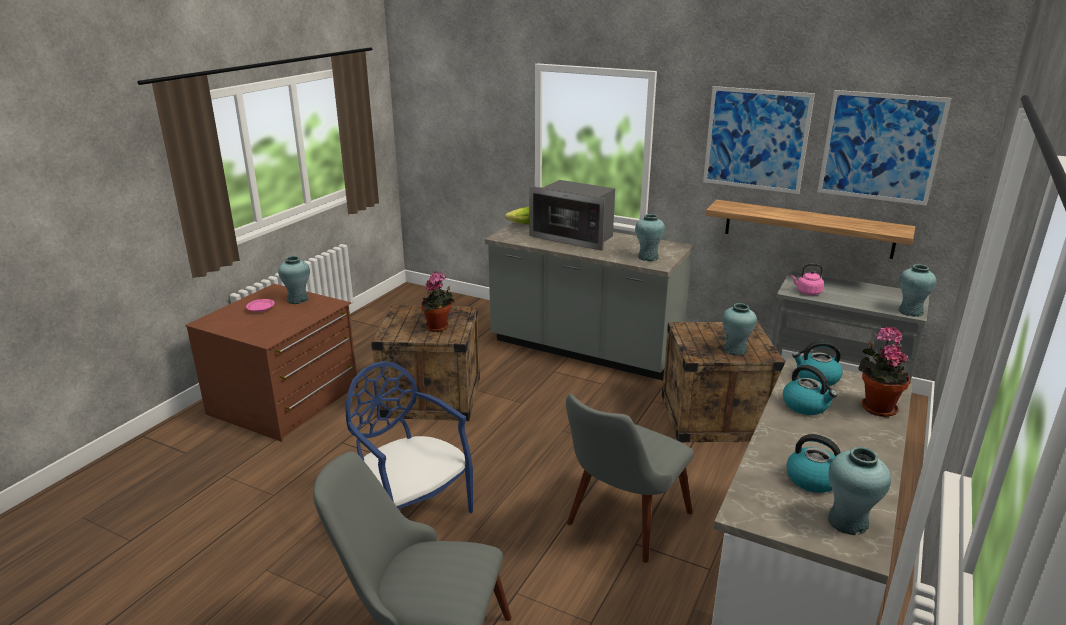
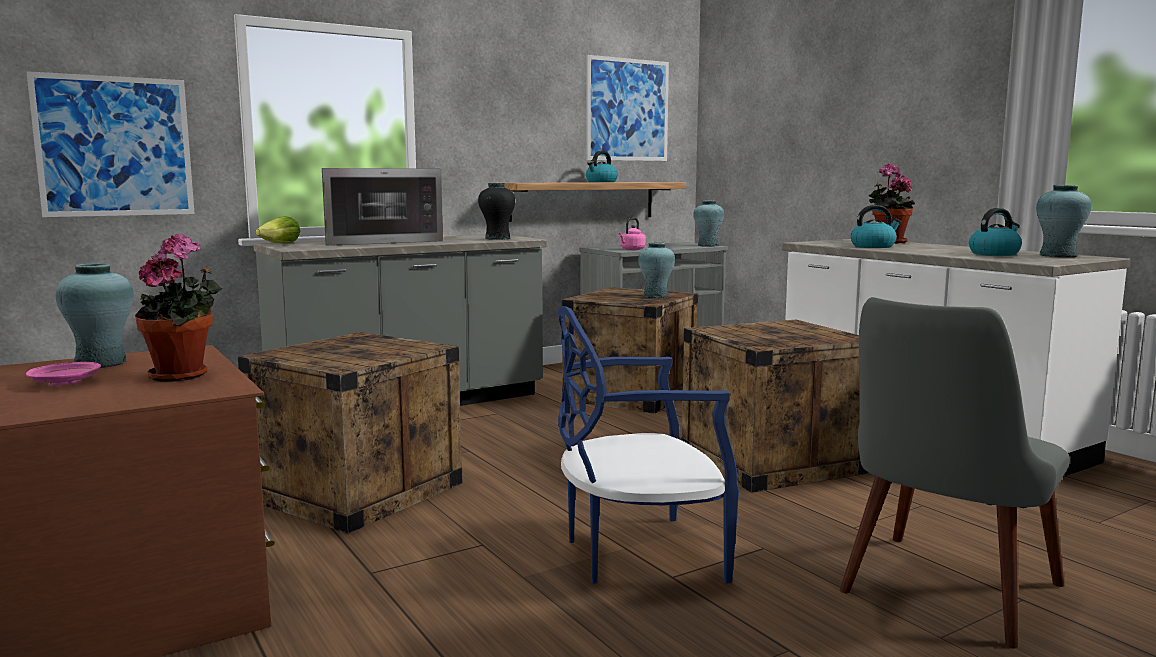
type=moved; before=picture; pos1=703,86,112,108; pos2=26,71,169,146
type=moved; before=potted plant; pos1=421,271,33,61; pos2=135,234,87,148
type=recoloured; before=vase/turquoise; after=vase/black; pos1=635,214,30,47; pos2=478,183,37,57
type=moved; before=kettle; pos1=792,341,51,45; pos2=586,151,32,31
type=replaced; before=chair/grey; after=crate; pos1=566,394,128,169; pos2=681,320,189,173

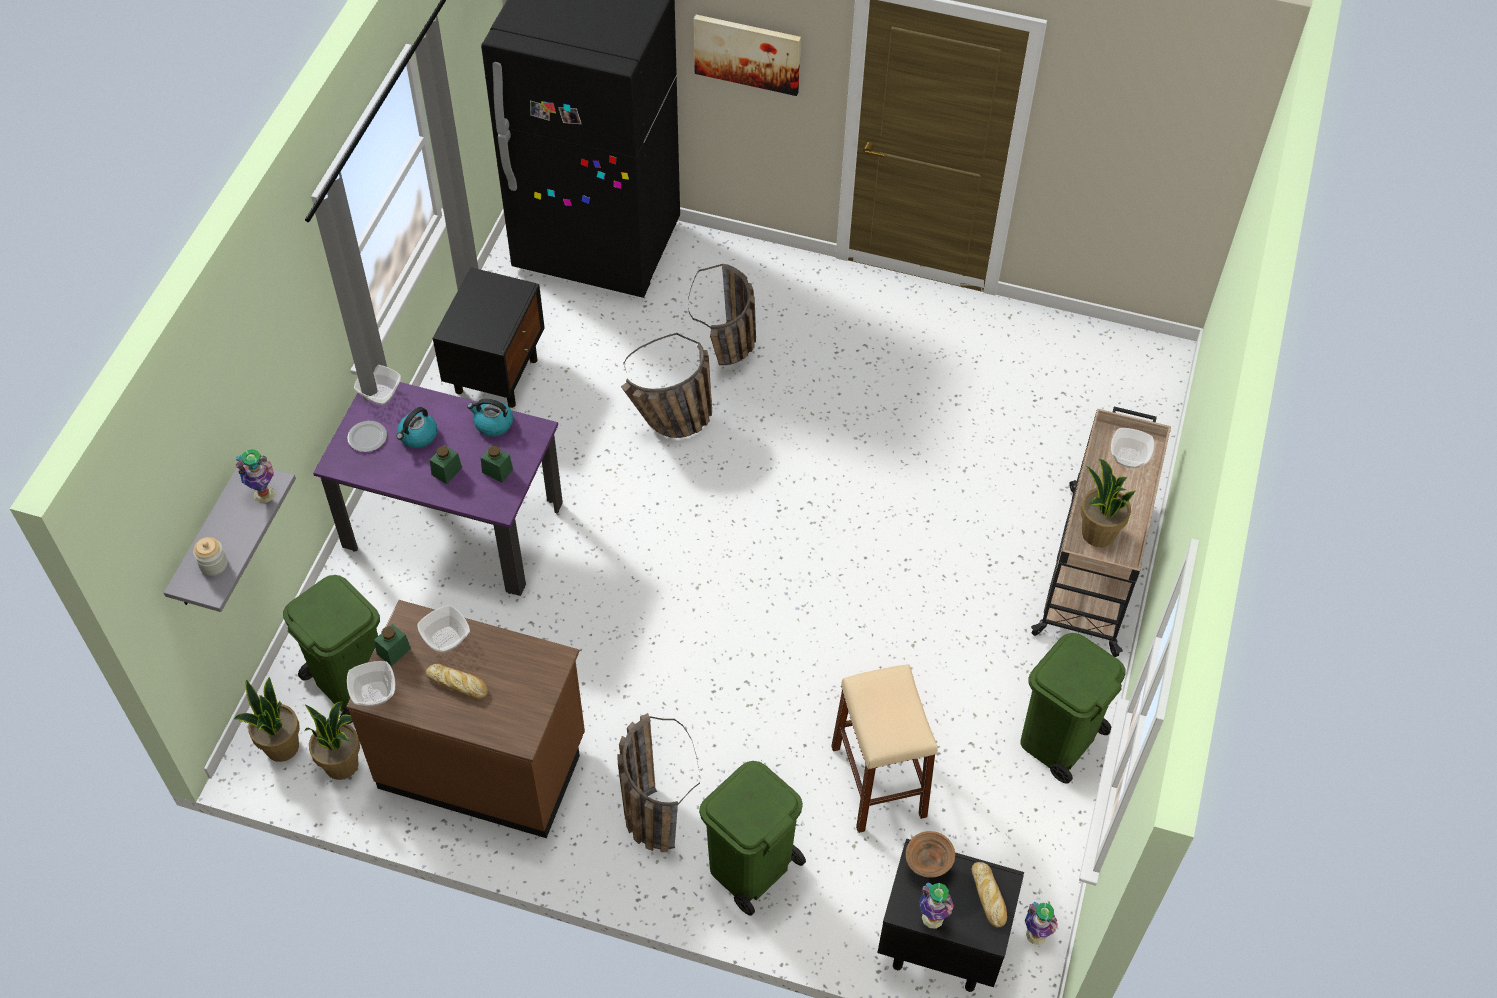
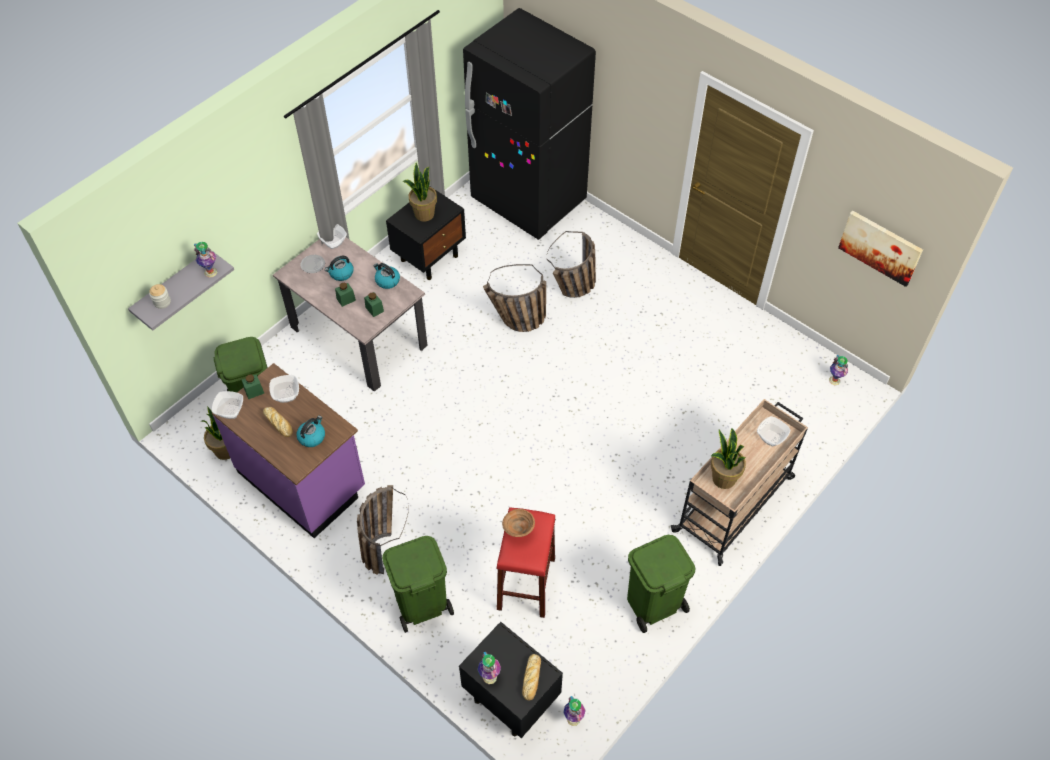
type=recoloured; before=counter/brown; after=counter/purple; pos1=346,600,239,238; pos2=212,363,153,175
type=recoloured; before=dining table/purple; after=dining table/beige; pos1=313,382,250,214; pos2=273,237,155,155
type=added; after=kettle; pos2=296,416,29,31
type=moved; before=potted plant; pos1=234,677,66,85; pos2=403,163,34,59
type=recoloured; before=stool/beige; after=stool/red; pos1=831,664,107,169; pos2=496,507,60,111
type=moved; before=bowl/brown; pos1=906,831,49,47; pos2=502,509,33,28
type=added; after=vase; pos2=829,355,19,30
type=moved; before=picture; pos1=694,15,107,81; pos2=838,210,85,77

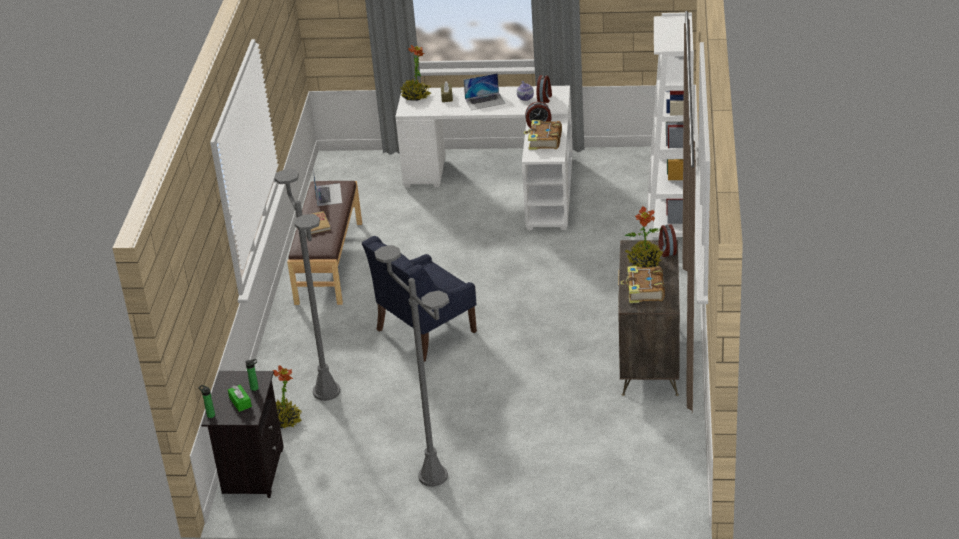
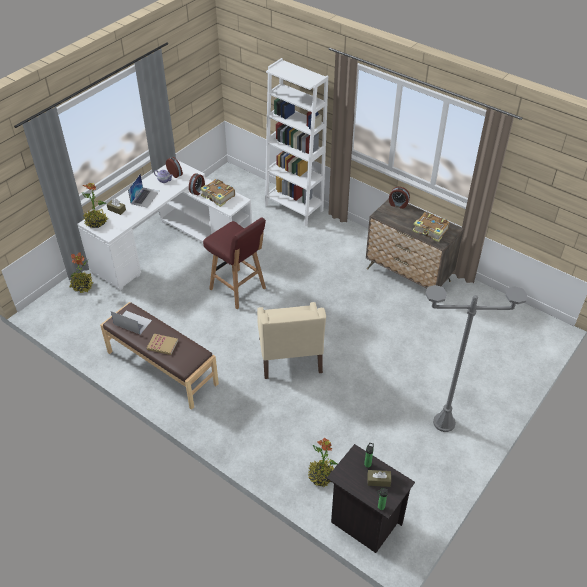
type=moved; before=potted plant; pos1=625,206,38,62; pos2=69,253,24,40
type=added; after=stool/red; pos2=203,218,63,91
type=recoloured; before=armchair/blue; after=armchair/beige; pos1=362,236,115,126; pos2=257,302,69,77
type=recoloured; before=tissue box/green; after=tissue box/brown; pos1=228,385,24,27; pos2=368,470,23,17
type=removed; before=floor lamp/grey; pos1=275,169,65,232

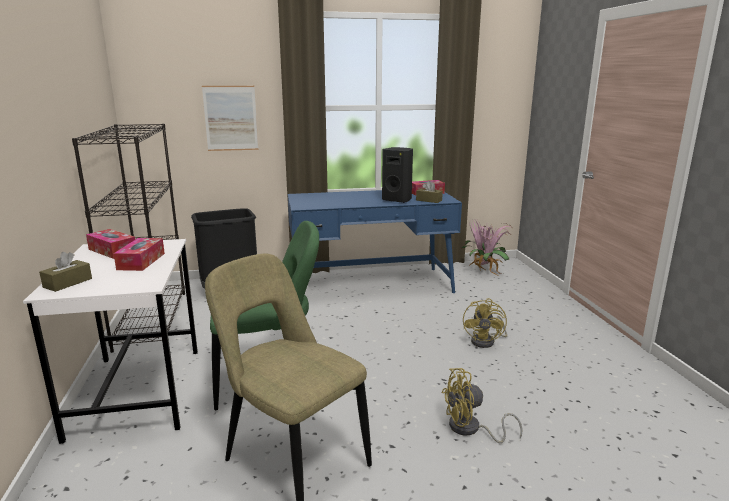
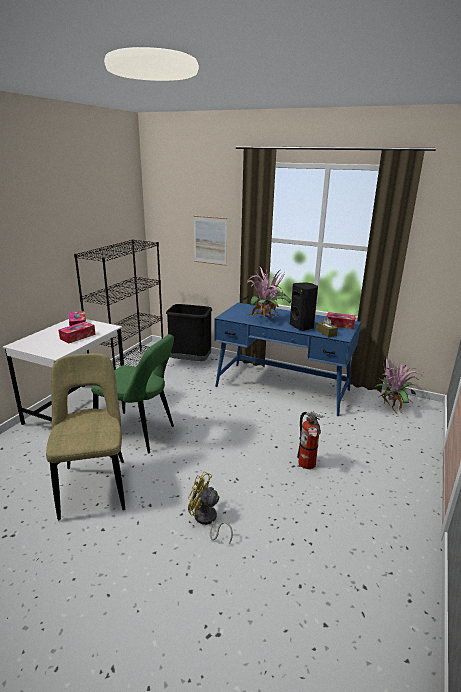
type=added; after=potted plant; pos2=243,267,48,52
type=replaced; before=fan/yellow; after=fire extinguisher; pos1=463,298,44,50; pos2=297,411,28,58
type=removed; before=tissue box/brown; pos1=39,252,53,40

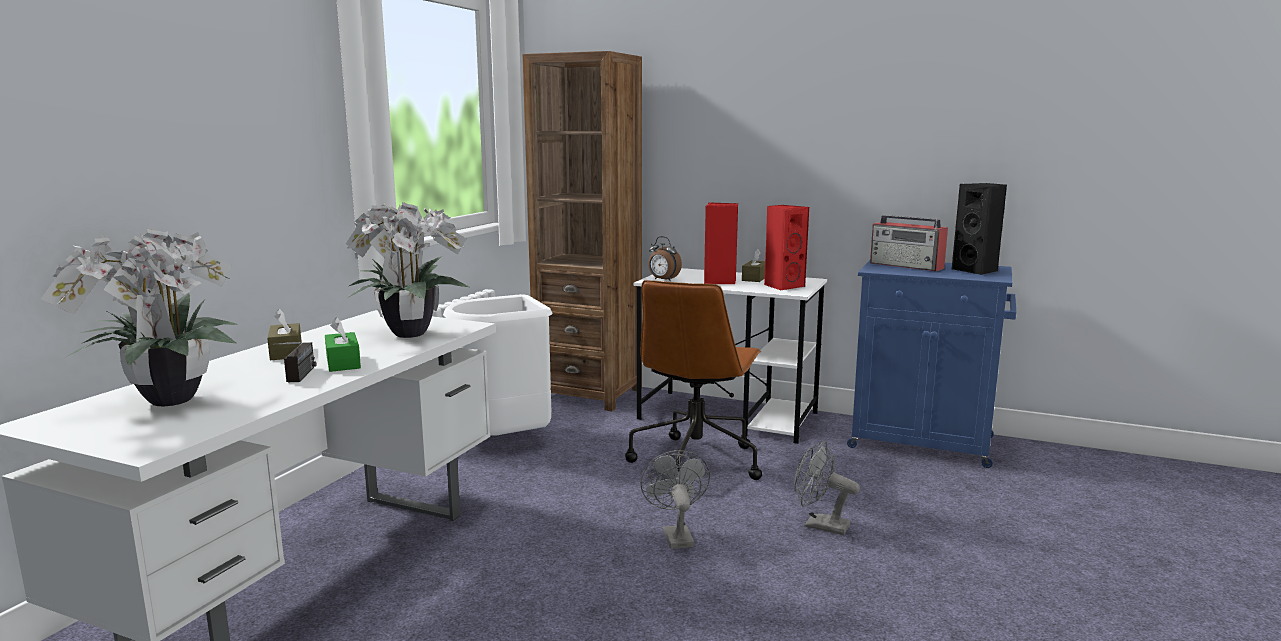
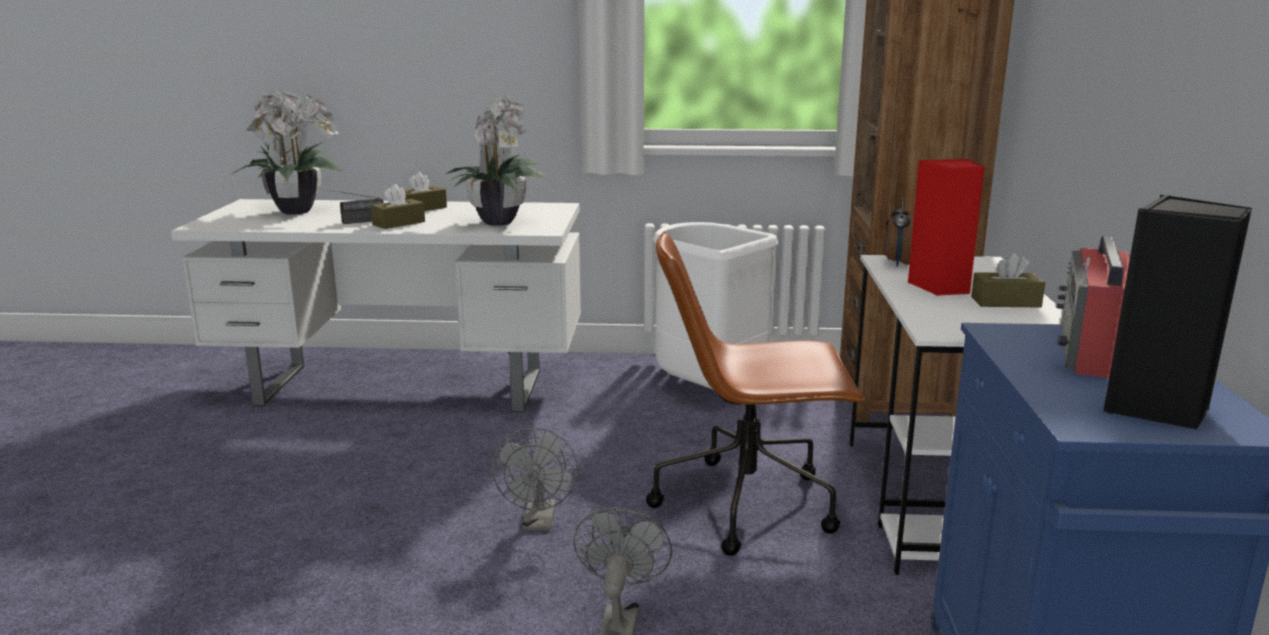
type=recoloured; before=tissue box/green; after=tissue box/brown; pos1=325,317,36,55; pos2=371,184,54,45
type=turned; before=fan/grey; pos1=641,450,69,99; pos2=492,427,86,104; turn=120
type=removed; before=speaker/red; pos1=764,205,46,86

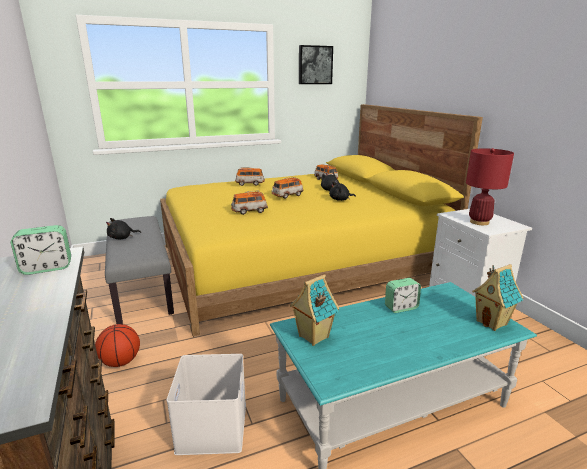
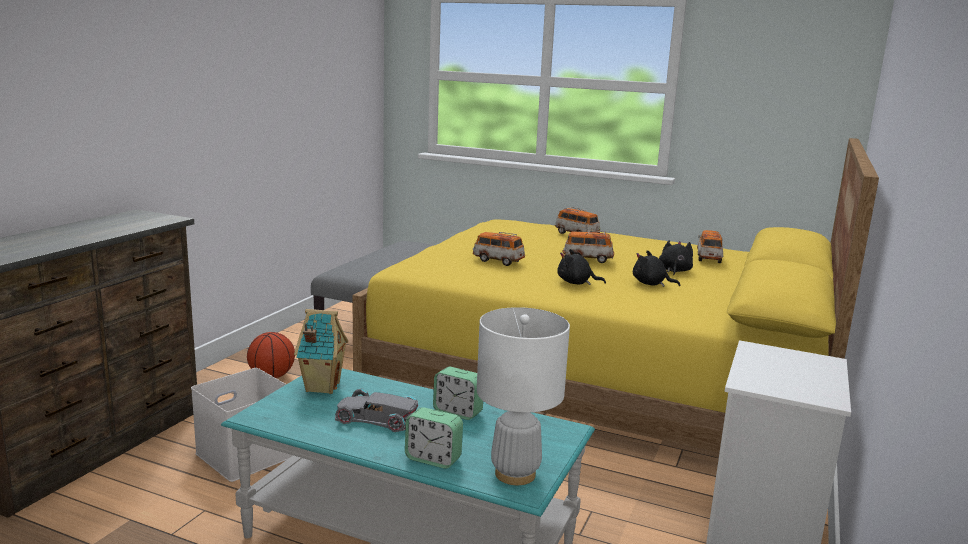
type=added; after=toy car/grey; pos2=335,389,84,43
type=moved; before=alarm clock; pos1=11,225,60,50; pos2=405,407,58,62
type=replaced; before=toy house; after=table lamp/white; pos1=472,264,51,67; pos2=477,307,93,178
type=moved; before=plush toy/black; pos1=106,218,35,21; pos2=557,249,49,36
type=removed; before=picture; pos1=299,45,34,39
type=removed; before=table lamp/red; pos1=466,148,48,77

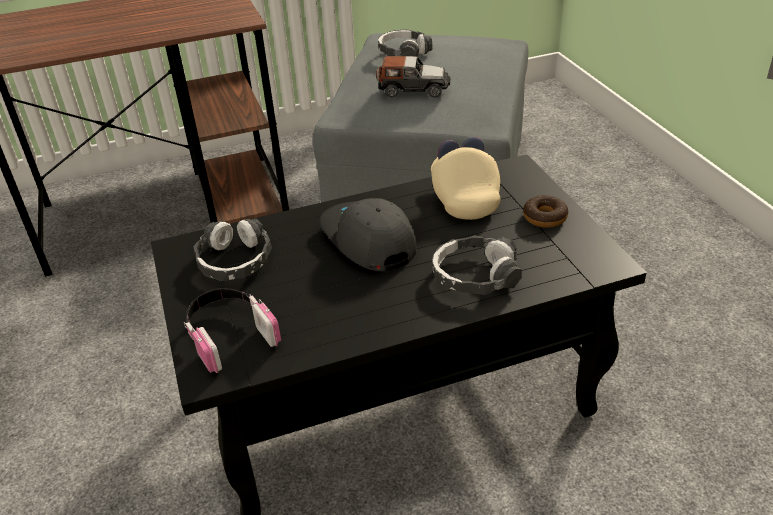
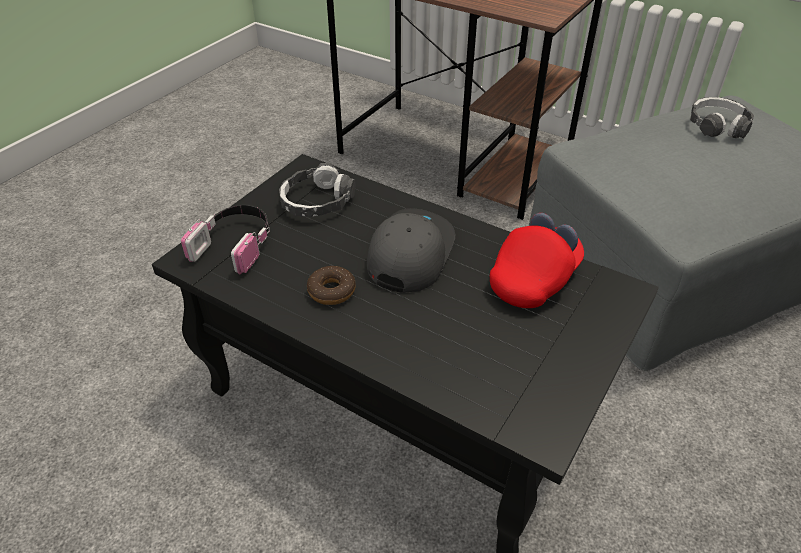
type=moved; before=donut; pos1=523,195,45,33; pos2=307,266,49,39
type=recoloured; before=cap/beige; after=cap/red; pos1=431,137,70,83; pos2=490,213,94,95
type=removed; before=toy car; pos1=376,56,74,42
type=removed; before=headphones; pos1=432,235,90,60

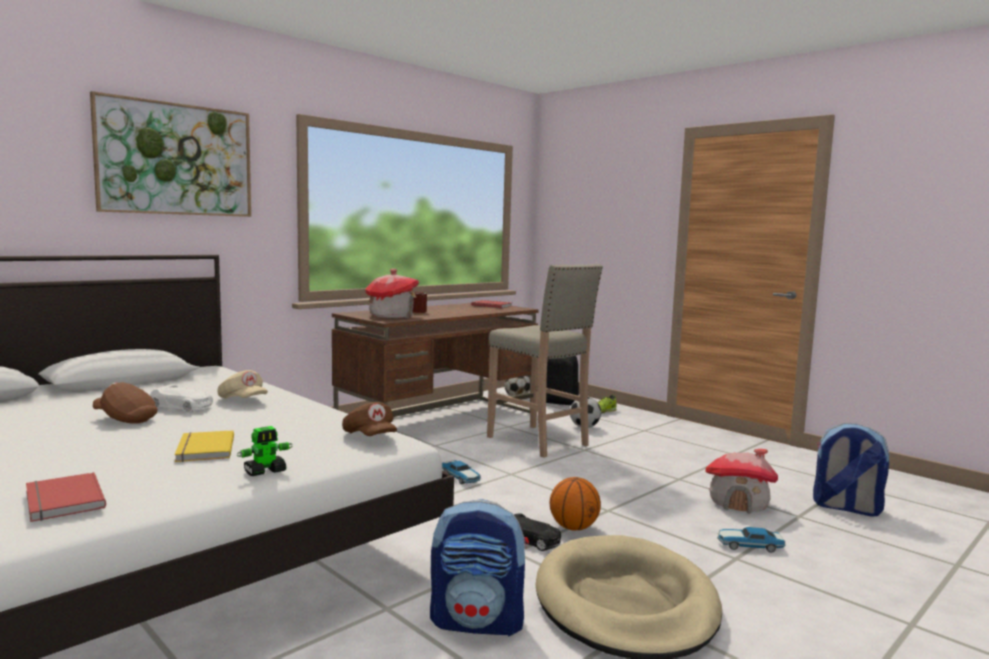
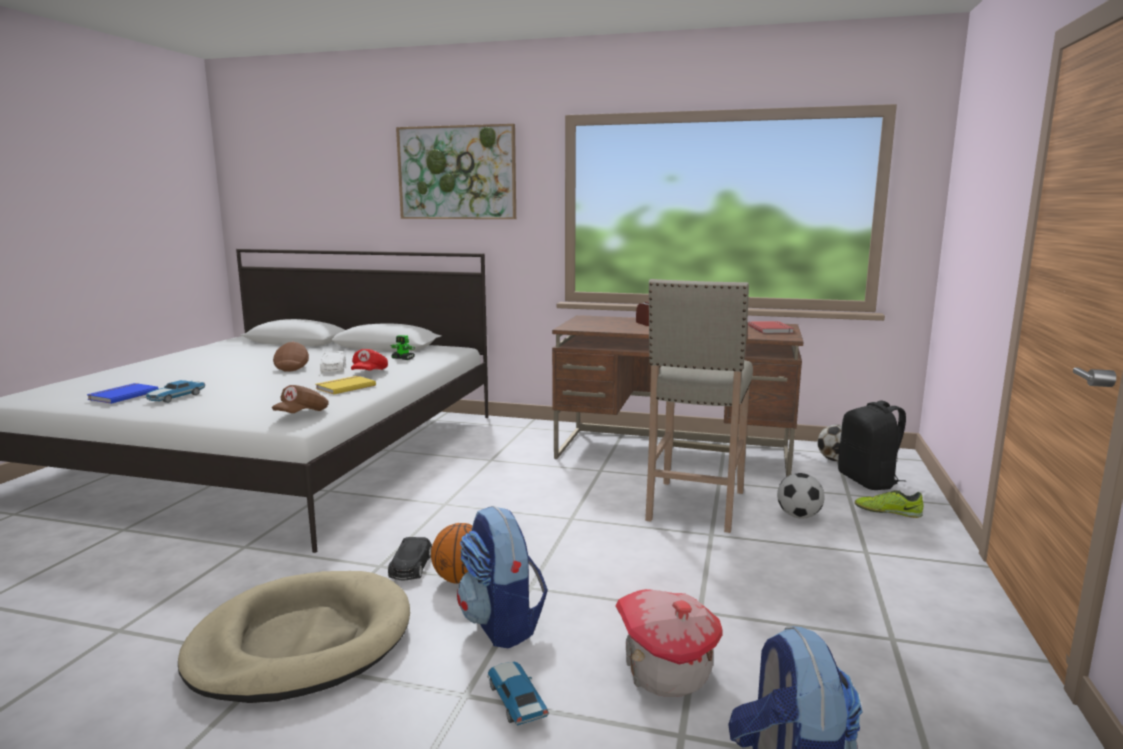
type=recoloured; before=book/red; after=book/blue; pos1=26,472,80,50; pos2=87,383,72,21
type=moved; before=toy car; pos1=442,460,39,24; pos2=145,380,61,23
type=moved; before=book/yellow; pos1=174,430,60,32; pos2=316,376,60,19
type=recoloured; before=cap/beige; after=cap/red; pos1=217,370,51,29; pos2=351,349,37,22
type=moved; before=toy robot; pos1=237,426,56,50; pos2=391,335,24,25
type=moved; before=backpack; pos1=430,499,99,138; pos2=457,506,91,142
type=removed; before=toy house; pos1=365,269,54,49

